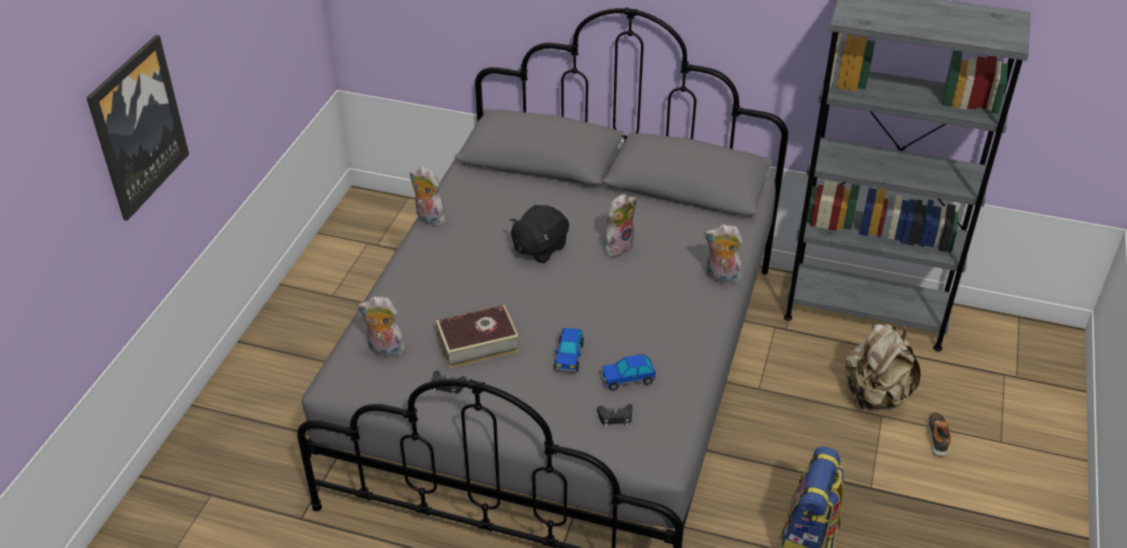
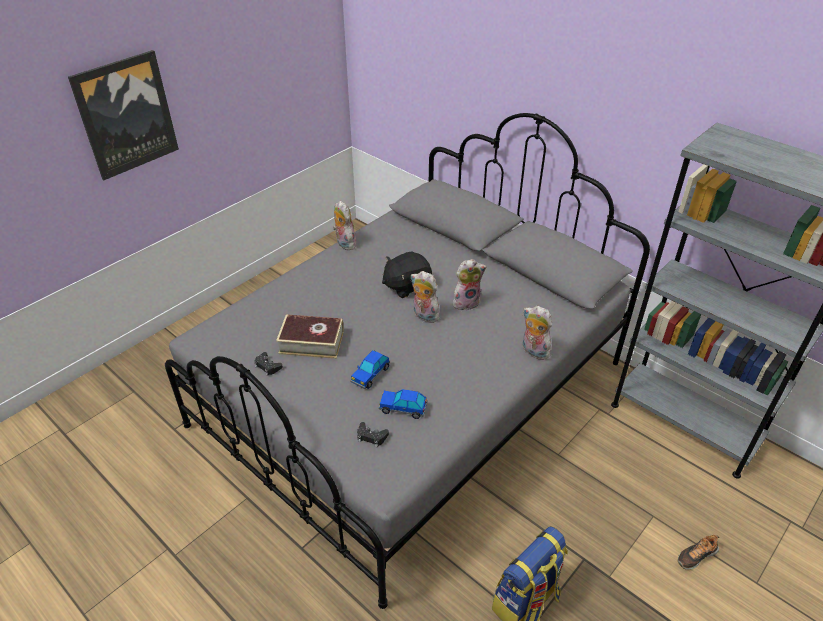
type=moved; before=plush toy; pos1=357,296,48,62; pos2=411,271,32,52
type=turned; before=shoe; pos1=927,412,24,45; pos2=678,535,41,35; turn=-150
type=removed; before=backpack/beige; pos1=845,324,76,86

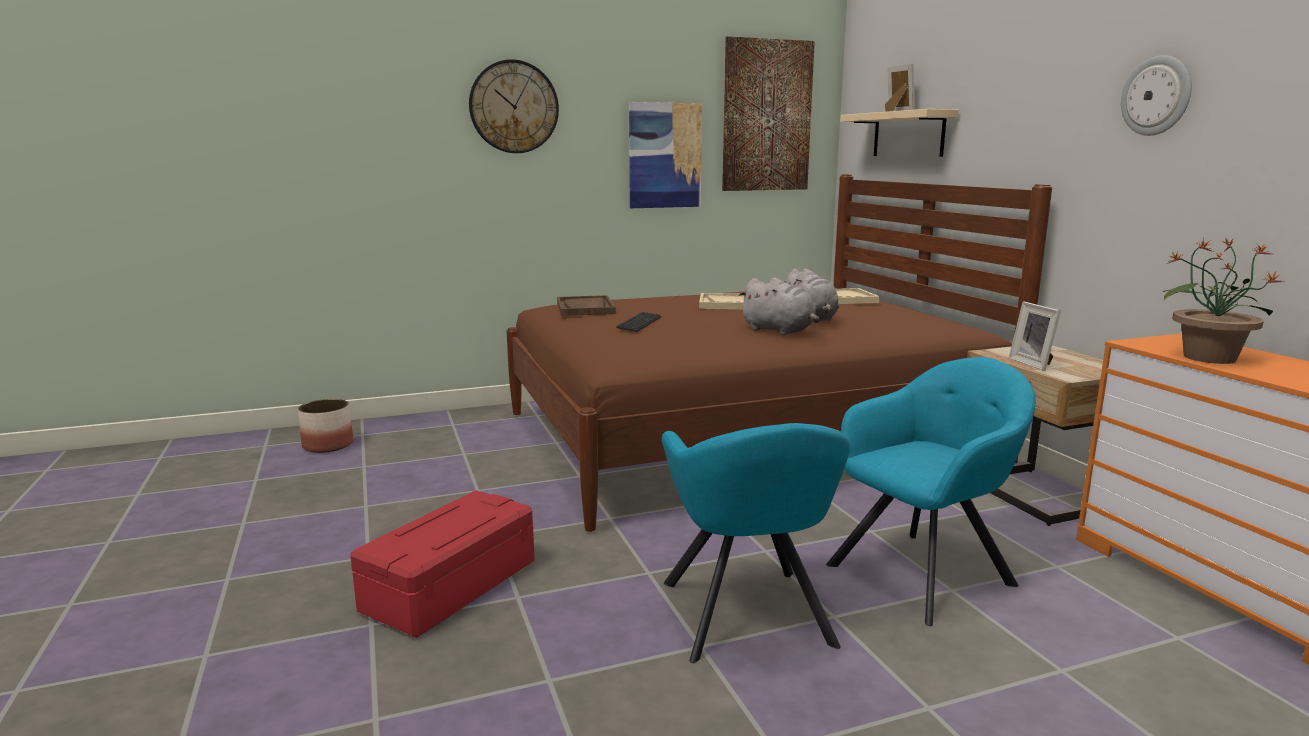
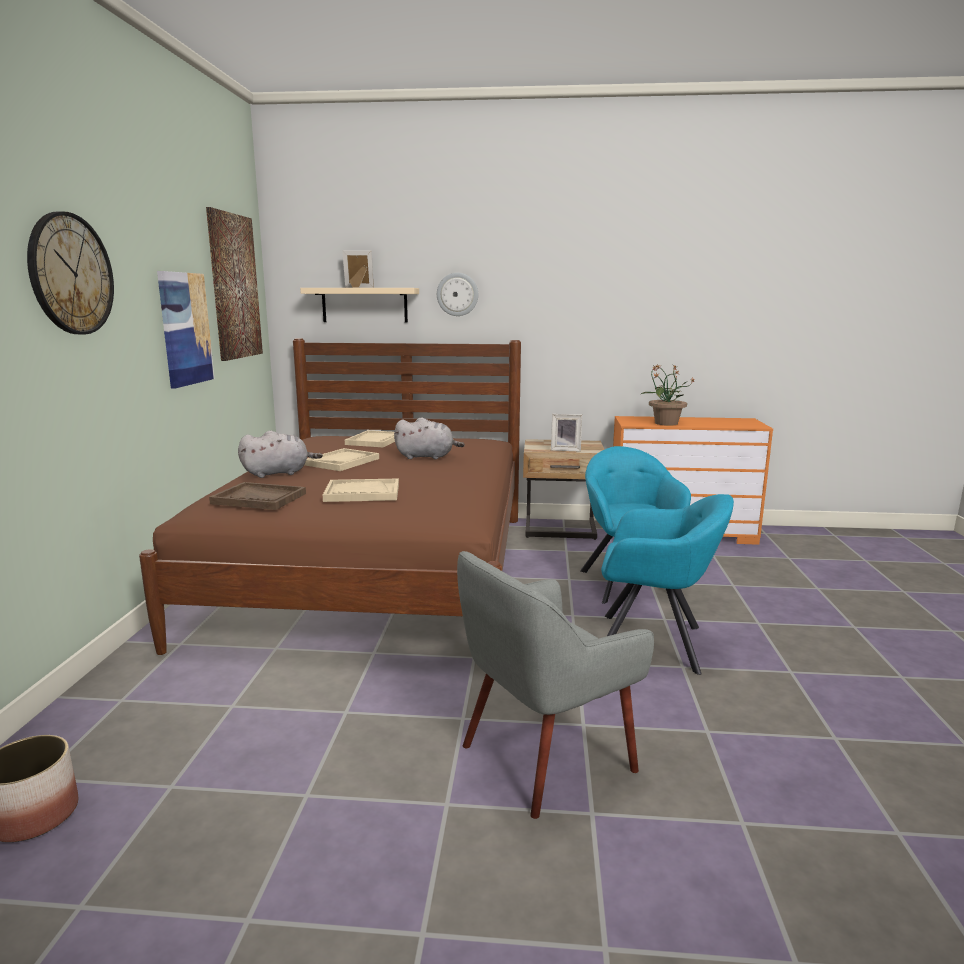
type=moved; before=plush toy/grey; pos1=739,277,81,58; pos2=238,431,85,47
type=replaced; before=keyboard; after=tray/beige; pos1=616,312,45,20; pos2=323,479,76,23
type=moved; before=wall clock; pos1=1121,55,71,81; pos2=437,273,41,43
type=replaced; before=storage box/red; after=armchair/grey; pos1=350,490,185,148; pos2=457,551,197,268

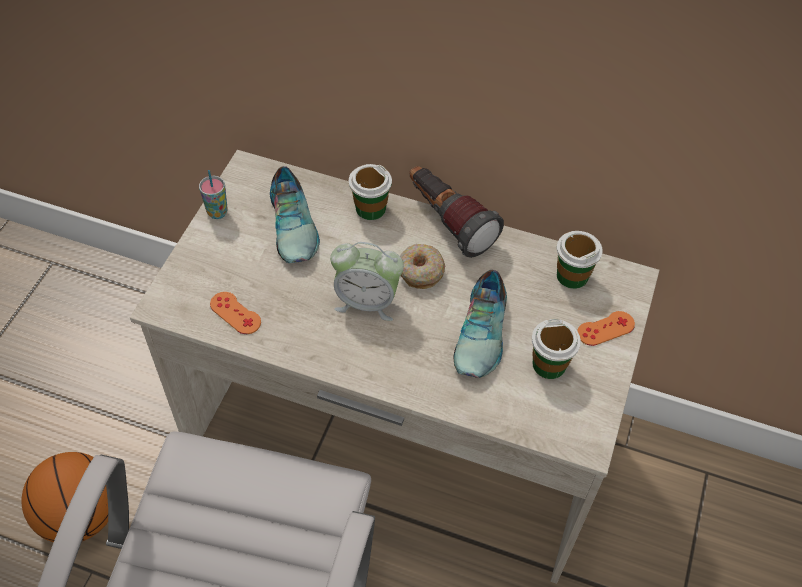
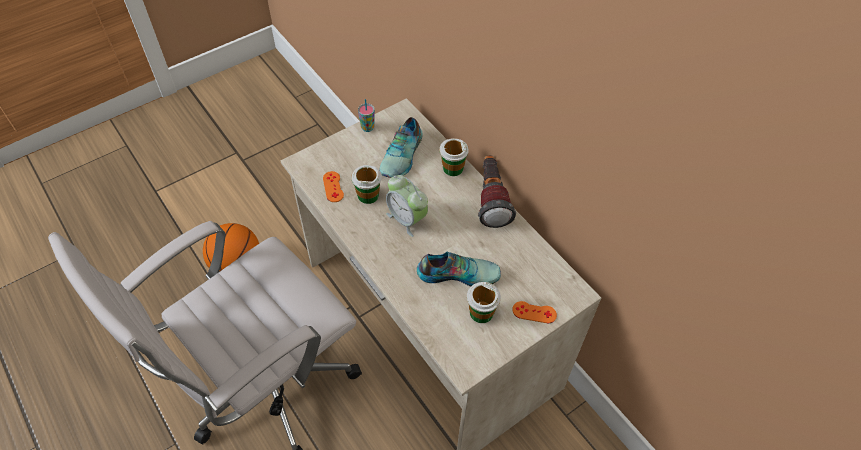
type=moved; before=cup; pos1=557,231,46,58; pos2=351,165,31,39
type=turned; before=shoe; pos1=453,270,54,108; pos2=417,251,84,35; turn=-135
type=removed; before=donut; pos1=400,244,45,45

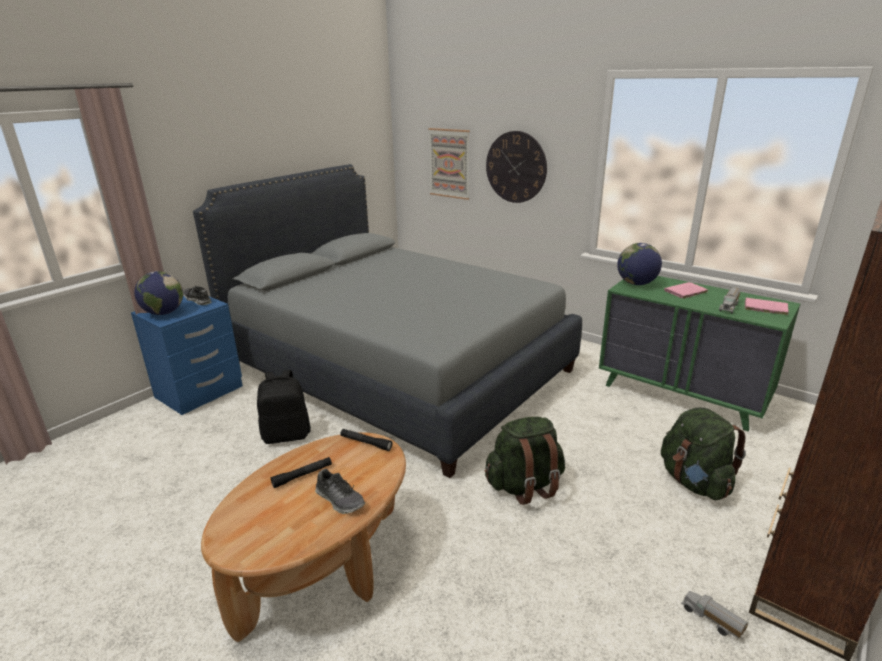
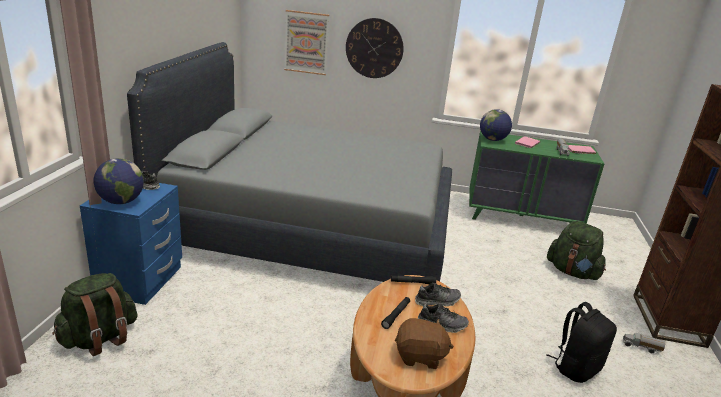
type=moved; before=backpack/green; pos1=485,417,80,88; pos2=52,273,86,83
type=added; after=plush toy/brown; pos2=395,318,59,51
type=added; after=shoe; pos2=415,283,46,23
type=moved; before=backpack/black; pos1=257,370,54,74; pos2=547,302,70,81

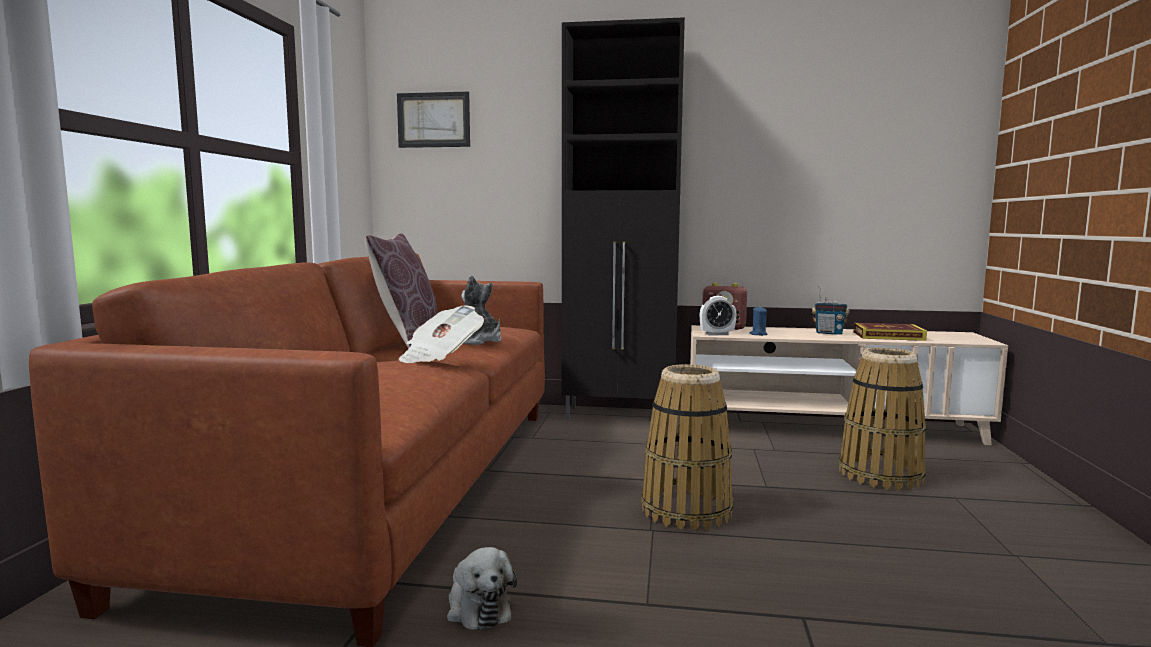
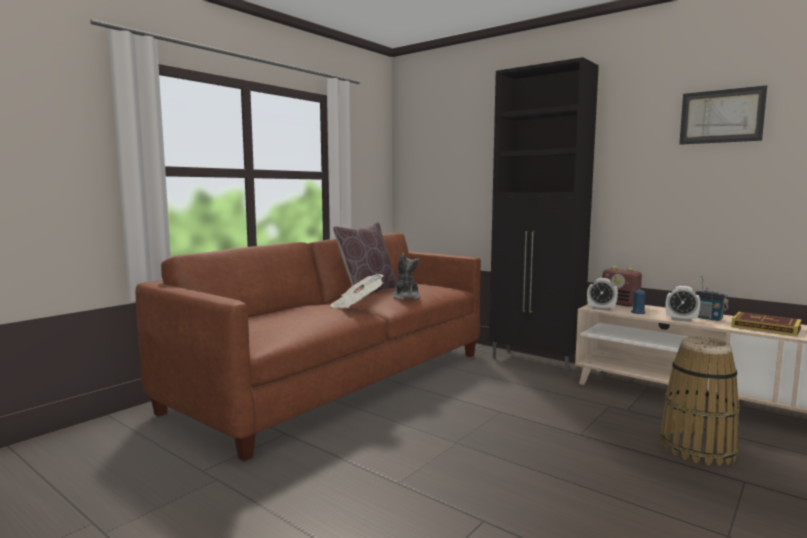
type=added; after=alarm clock; pos2=666,286,34,36
type=moved; before=picture; pos1=397,92,73,56; pos2=679,85,88,60
type=removed; before=plush toy; pos1=447,547,70,84
type=removed; before=basket; pos1=641,364,92,166

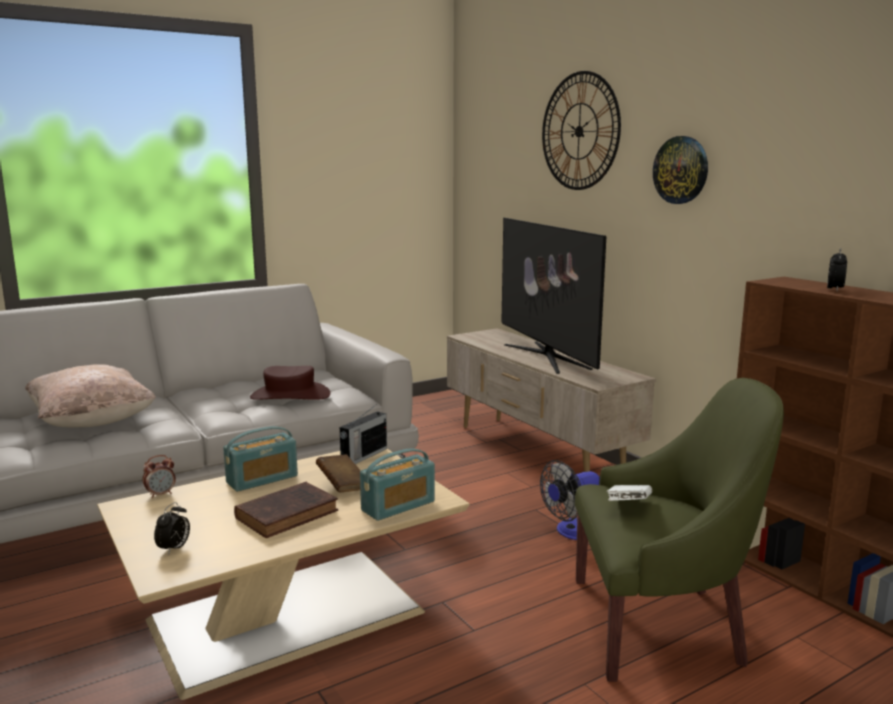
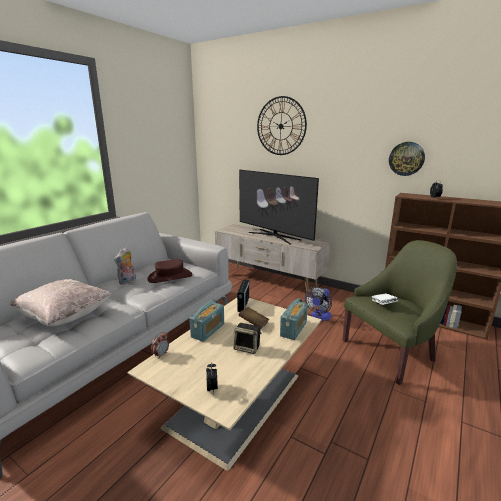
type=added; after=plush toy; pos2=114,247,22,38
type=replaced; before=book/brown; after=speaker; pos1=234,482,104,56; pos2=233,323,28,31
type=moved; before=wall clock; pos1=653,136,55,68; pos2=389,142,36,34

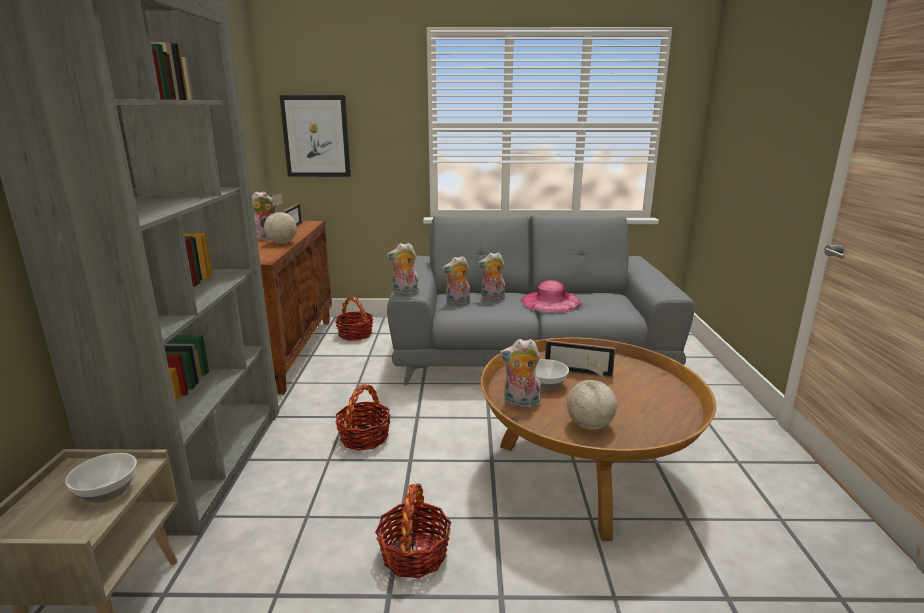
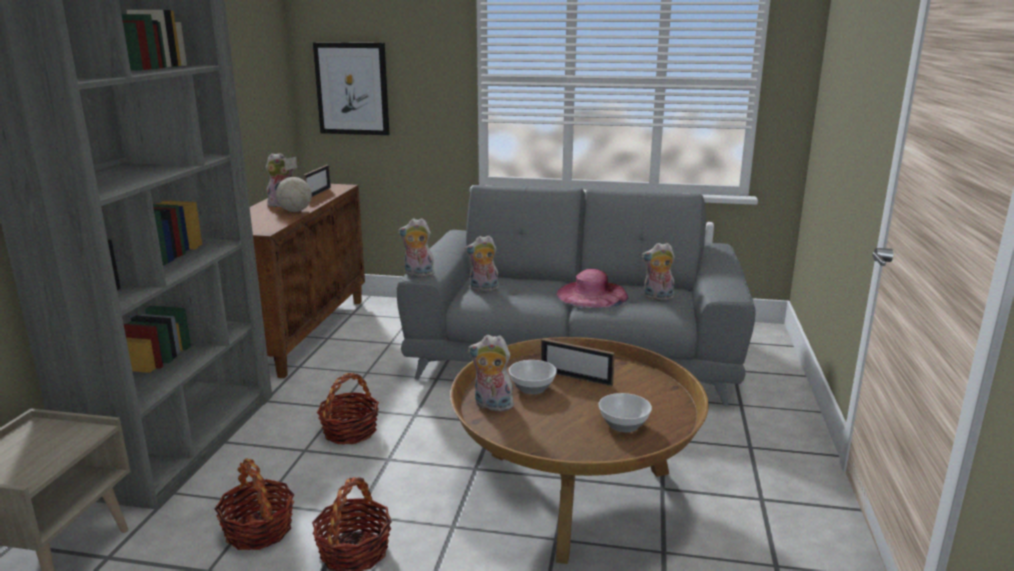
type=moved; before=basket; pos1=335,297,38,44; pos2=214,459,80,91
type=moved; before=bowl; pos1=65,453,72,50; pos2=599,393,53,40
type=moved; before=plush toy; pos1=477,252,28,48; pos2=641,243,34,57
type=removed; before=globe; pos1=567,354,50,76

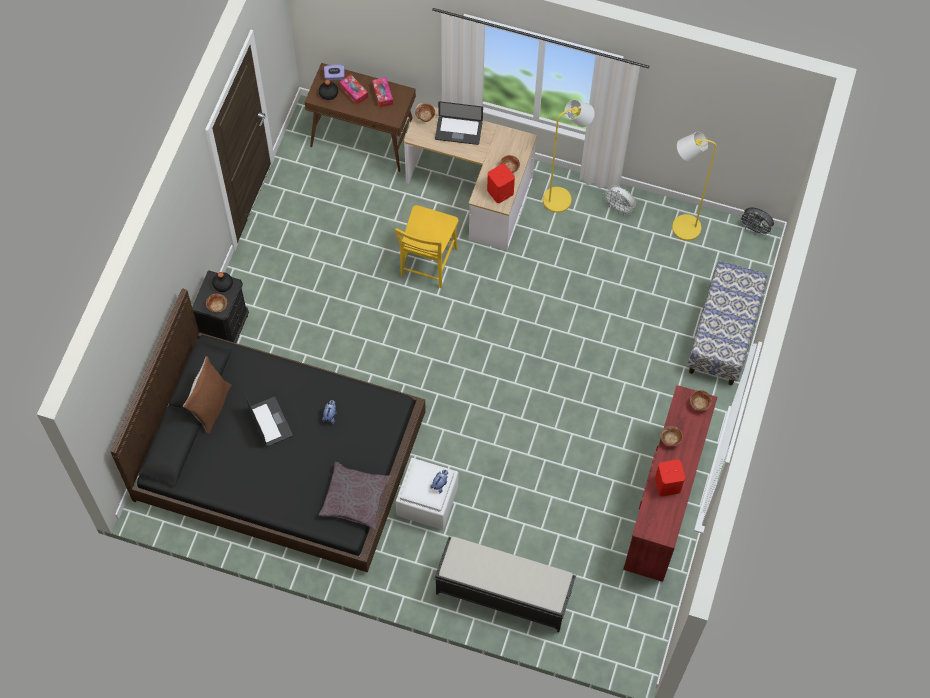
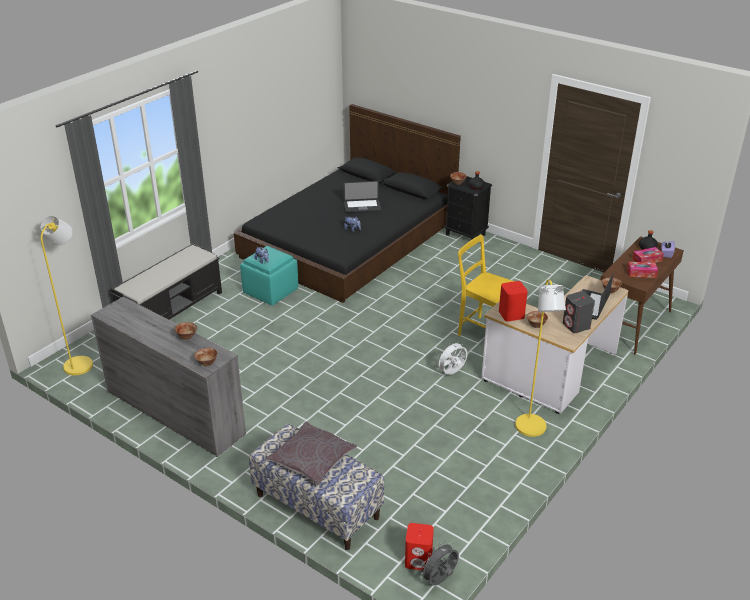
type=moved; before=floor lamp/yellow; pos1=672,132,44,109; pos2=41,216,52,159
type=recoloured; before=dresser/red; after=dresser/grey; pos1=623,385,94,197; pos2=91,297,155,160
type=recoloured; before=ottoman/white; after=ottoman/turquoise; pos1=396,458,63,72; pos2=240,246,58,60
type=moved; before=pillow/grey; pos1=318,462,73,68; pos2=266,421,91,65
type=moved; before=speaker/red; pos1=655,460,30,36; pos2=405,523,29,48
type=moved; before=fan/white; pos1=602,185,34,30; pos2=436,341,32,34
type=added; after=speaker/grey; pos2=563,291,32,42
type=removed; before=pillow/brown; pos1=183,356,49,79

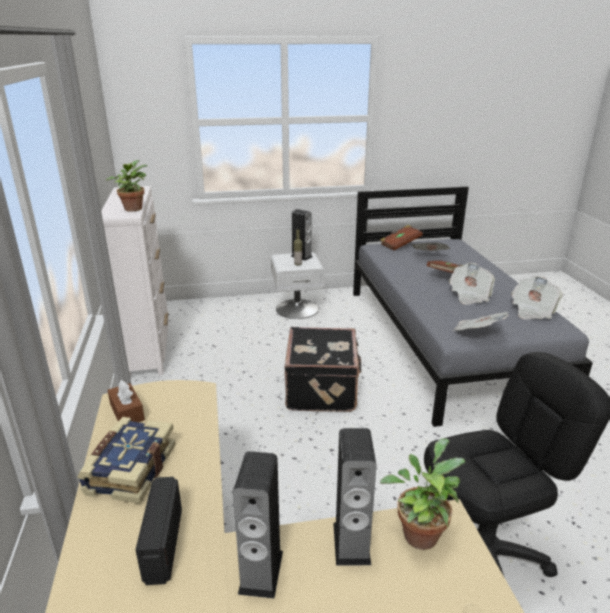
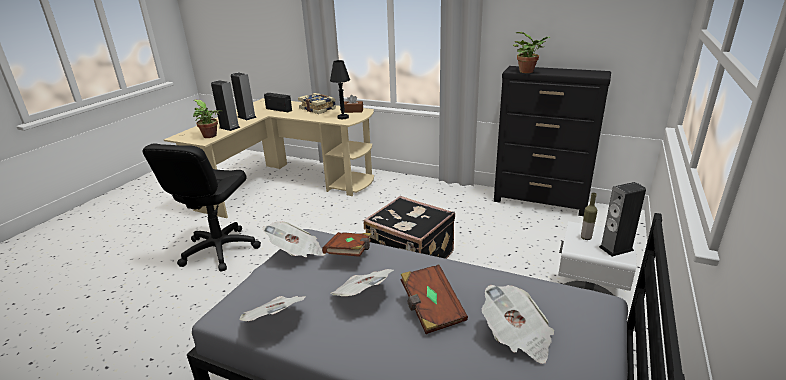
type=moved; before=book/brown; pos1=380,225,43,26; pos2=322,232,49,25
type=added; after=table lamp/black; pos2=330,60,20,59
type=recoloured; before=dresser/white; after=dresser/black; pos1=101,186,68,192; pos2=494,66,117,150

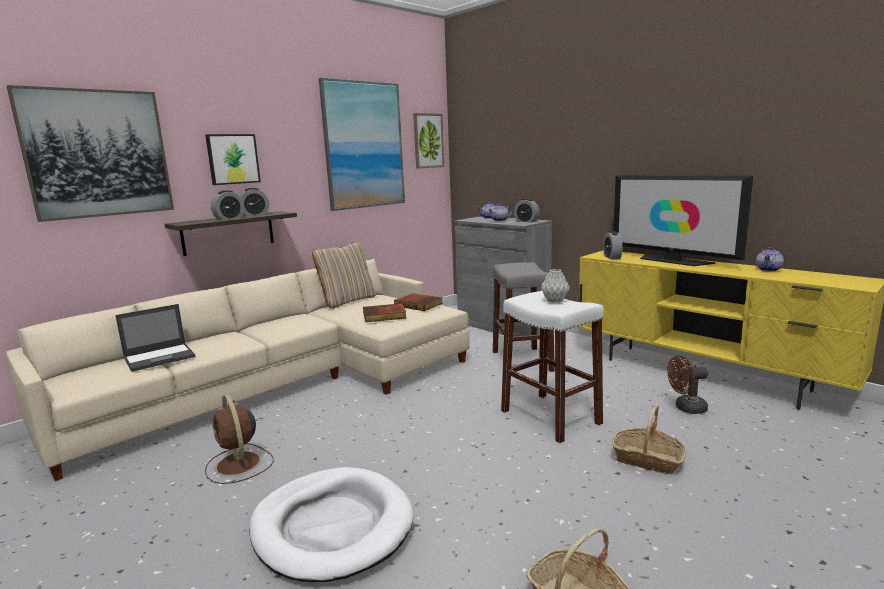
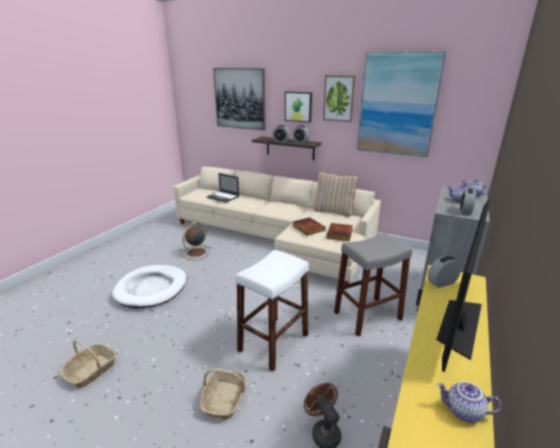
type=moved; before=picture; pos1=413,113,31,56; pos2=323,75,33,47
type=removed; before=vase/grey; pos1=541,269,29,34

